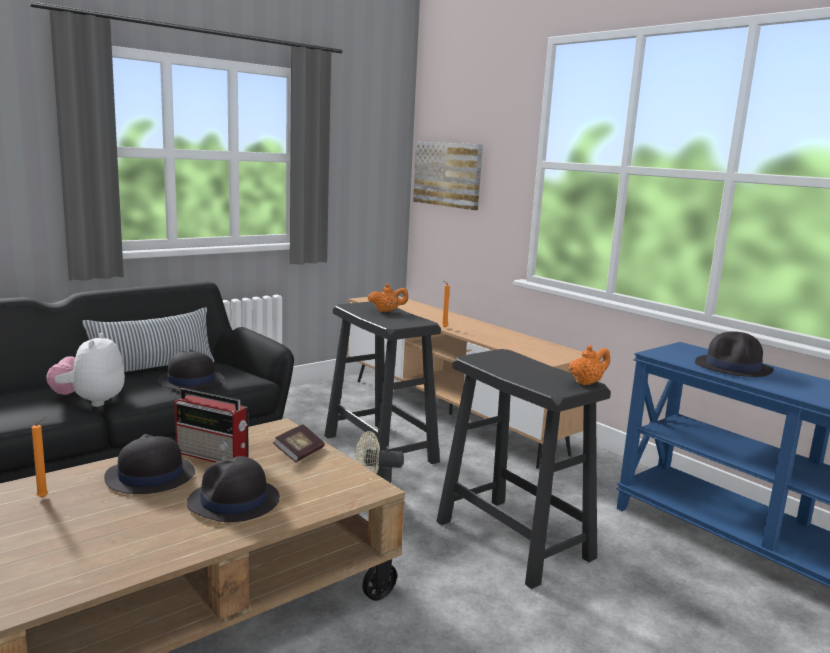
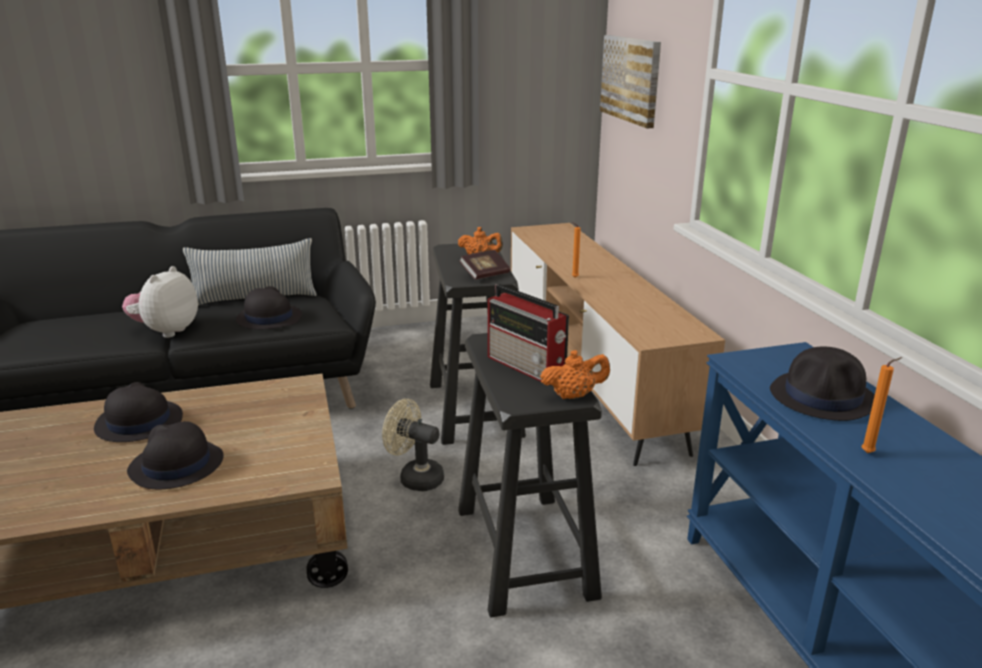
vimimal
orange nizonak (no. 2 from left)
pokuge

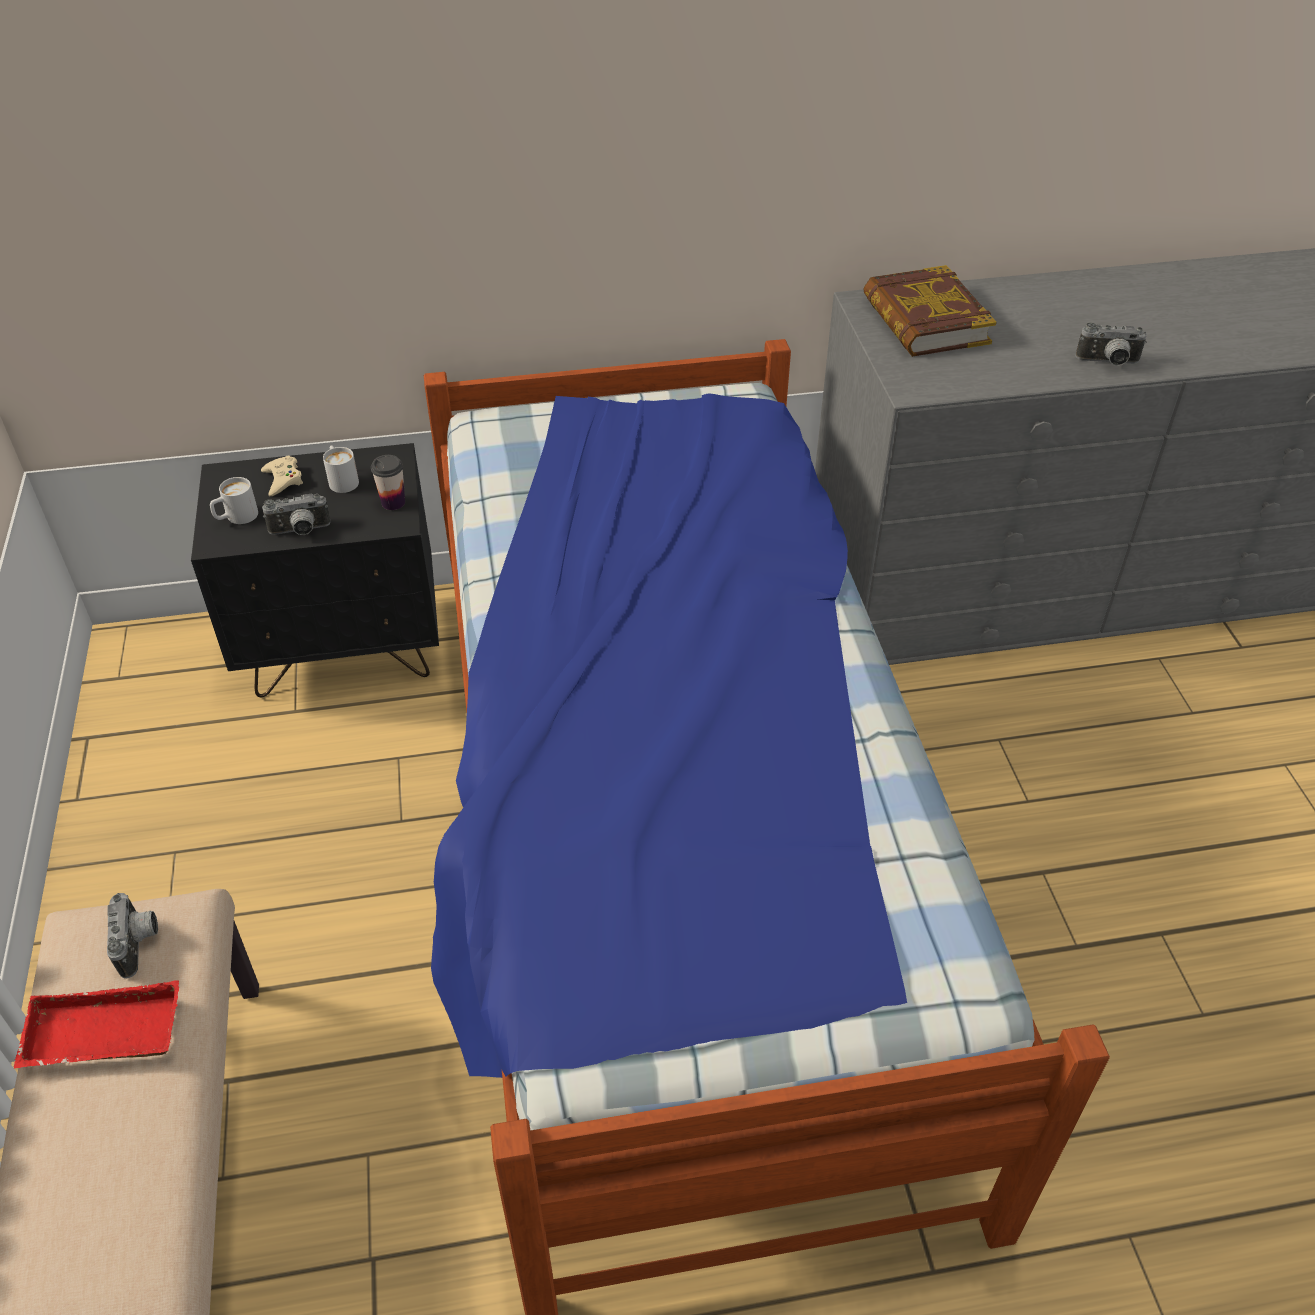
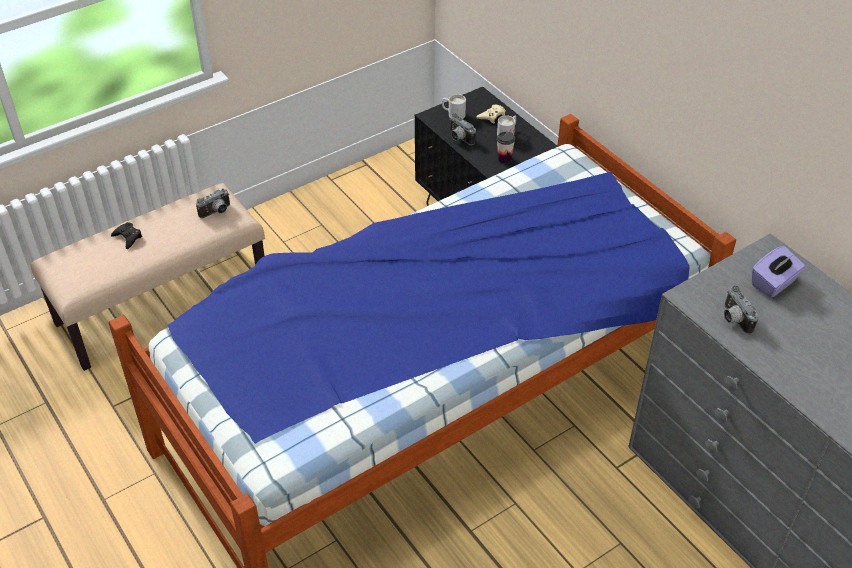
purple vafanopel
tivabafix (no. 3 from left)
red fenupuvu
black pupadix

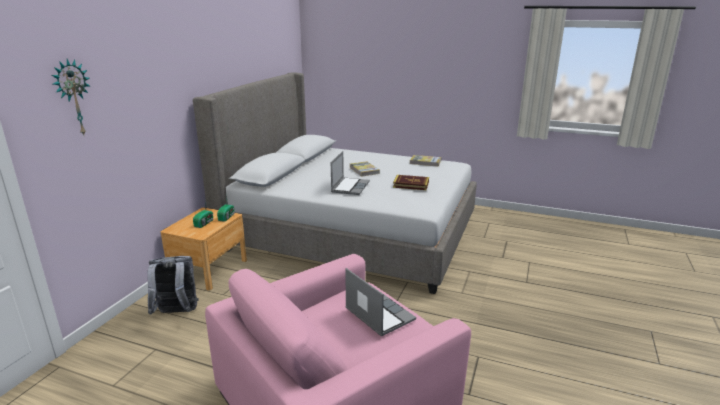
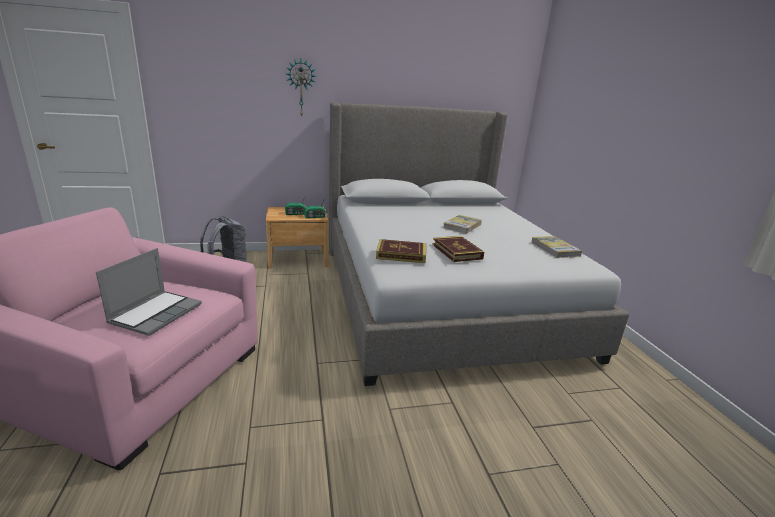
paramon
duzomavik (no. 1 from left in the first image)
pokuge (no. 1 from left)

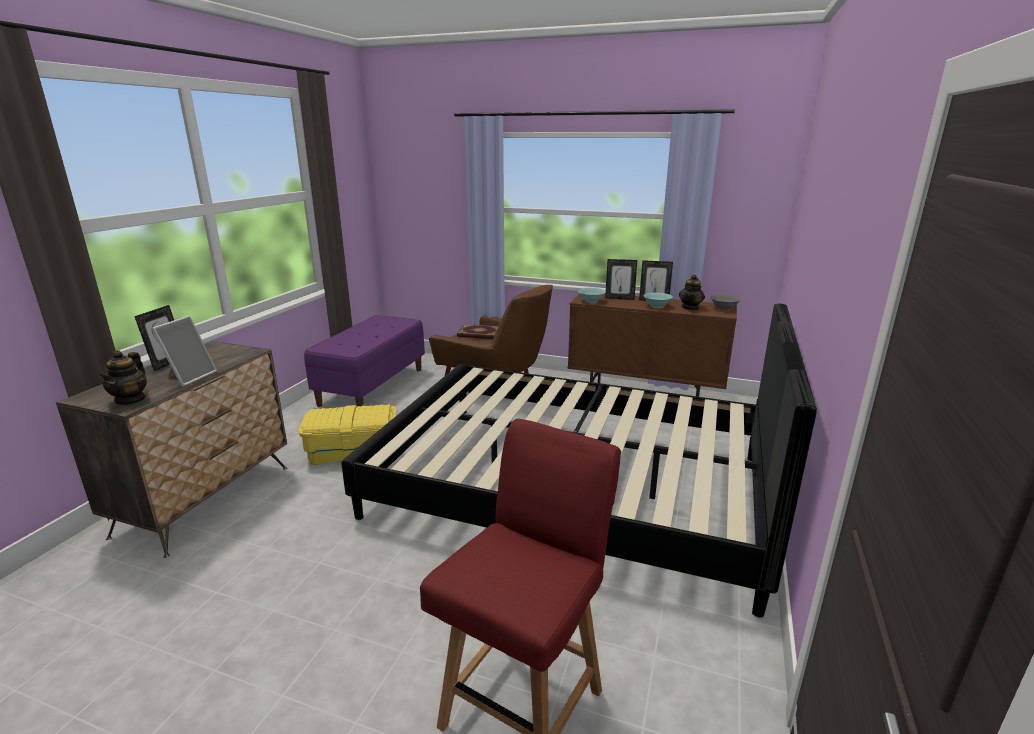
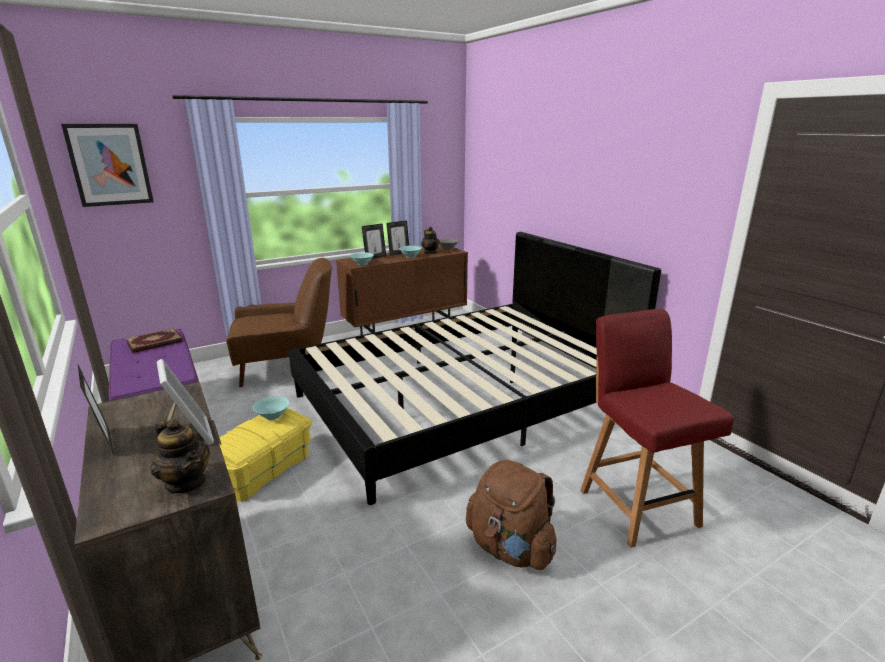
pokuge
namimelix
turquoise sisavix (no. 1 from left)
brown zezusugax

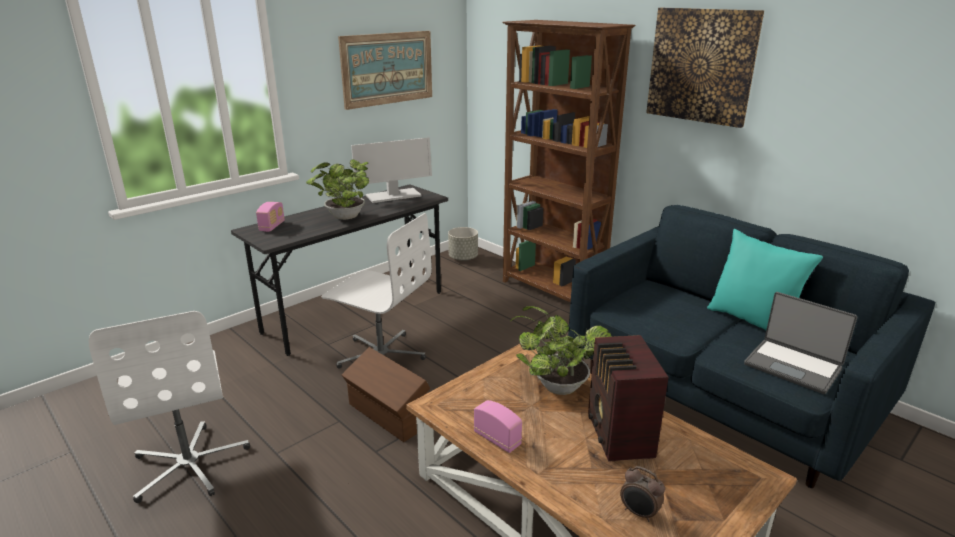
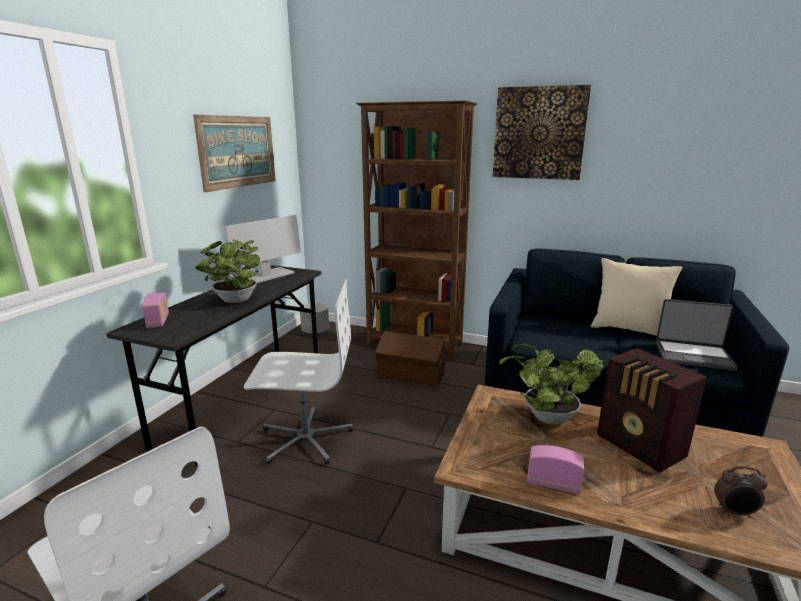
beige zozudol
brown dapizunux

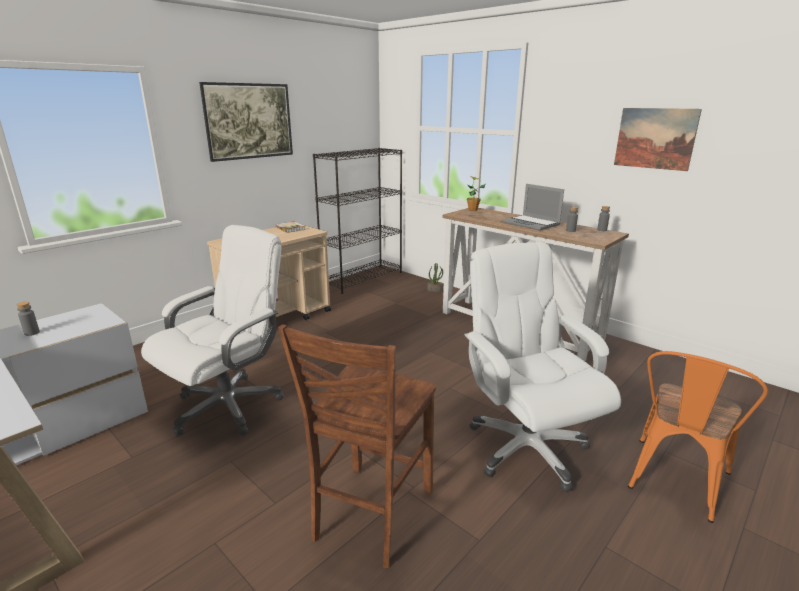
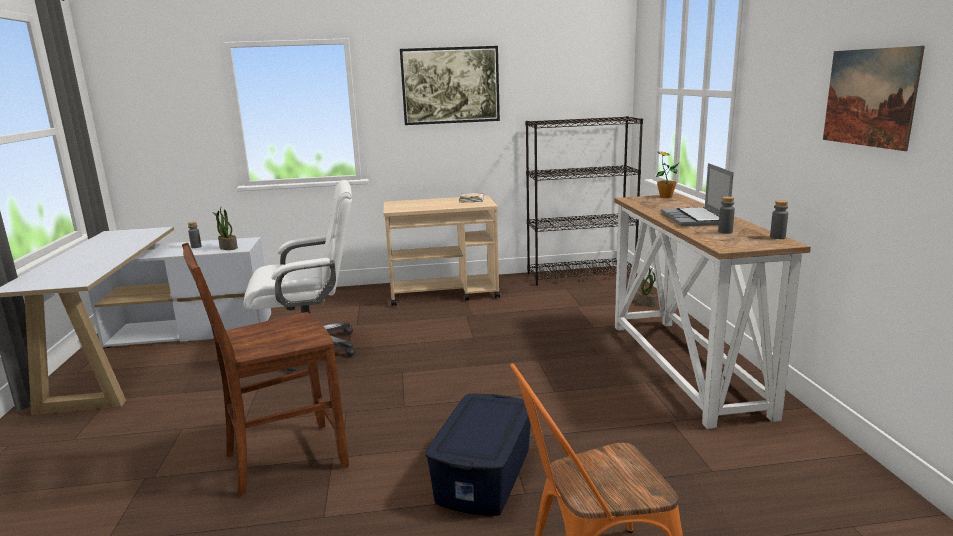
blue dapizunux
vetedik (no. 1 from left)

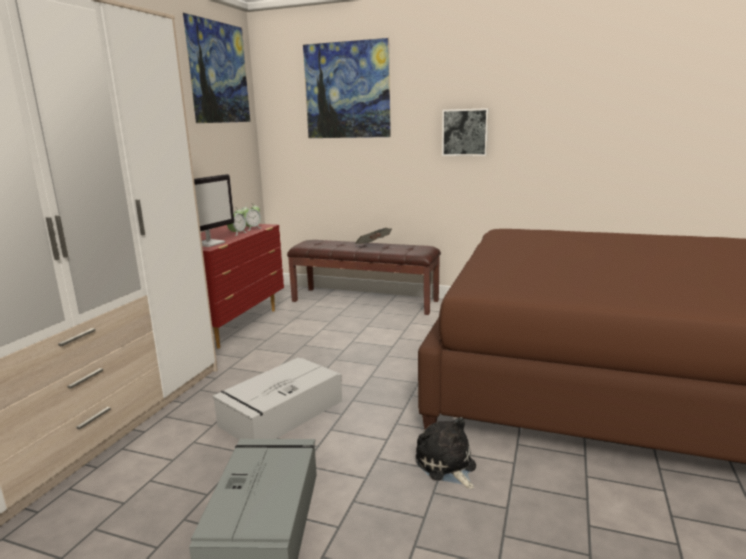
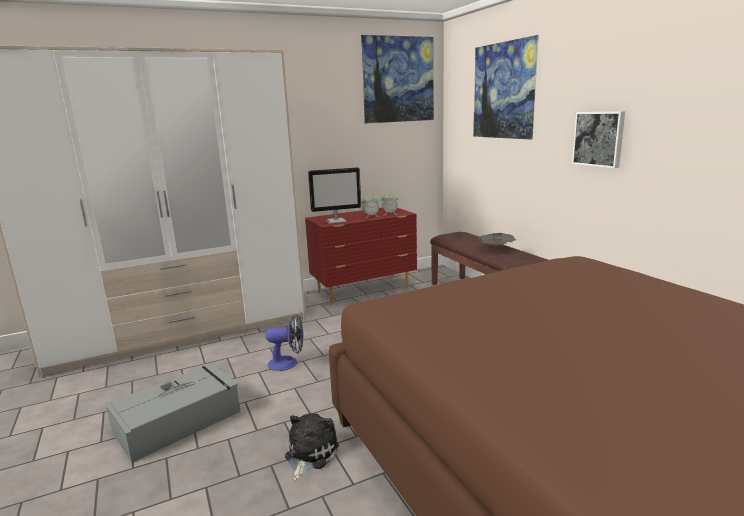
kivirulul

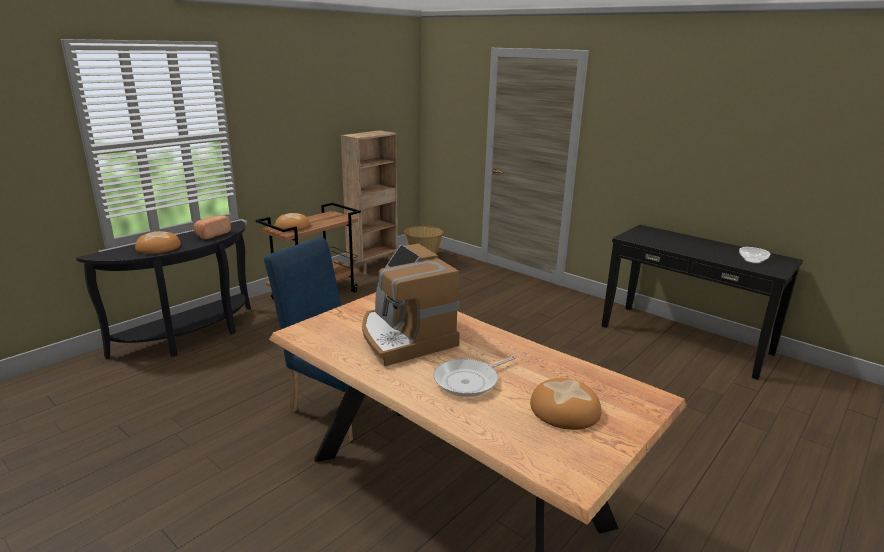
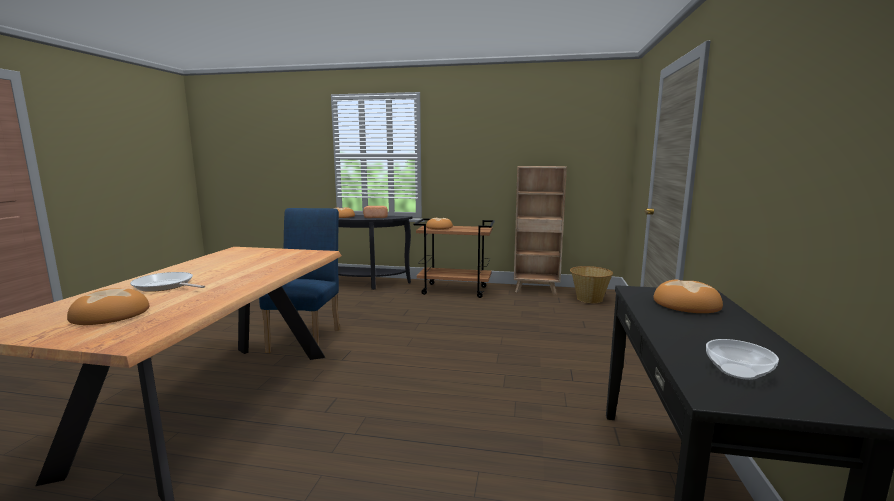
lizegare
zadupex (no. 5 from left)

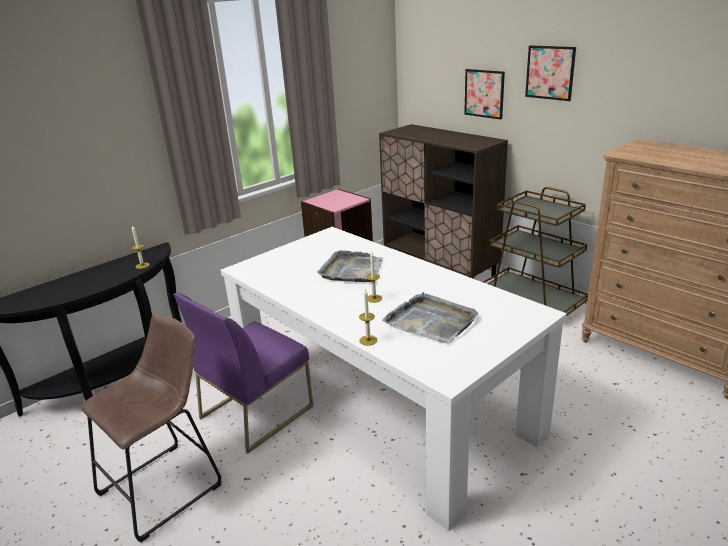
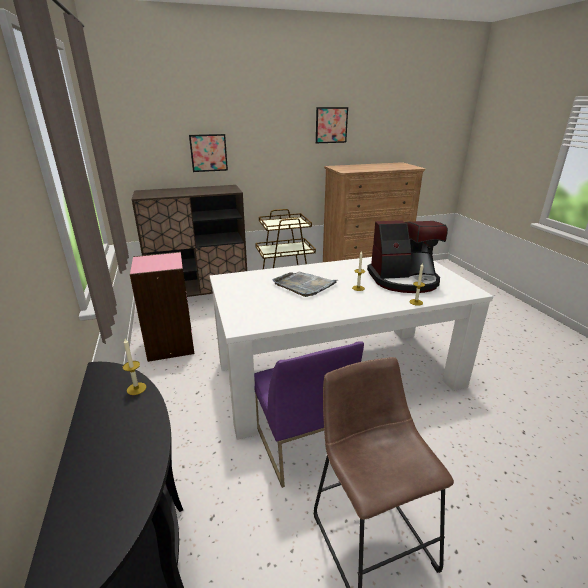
namimelix (no. 2 from left)
lizegare

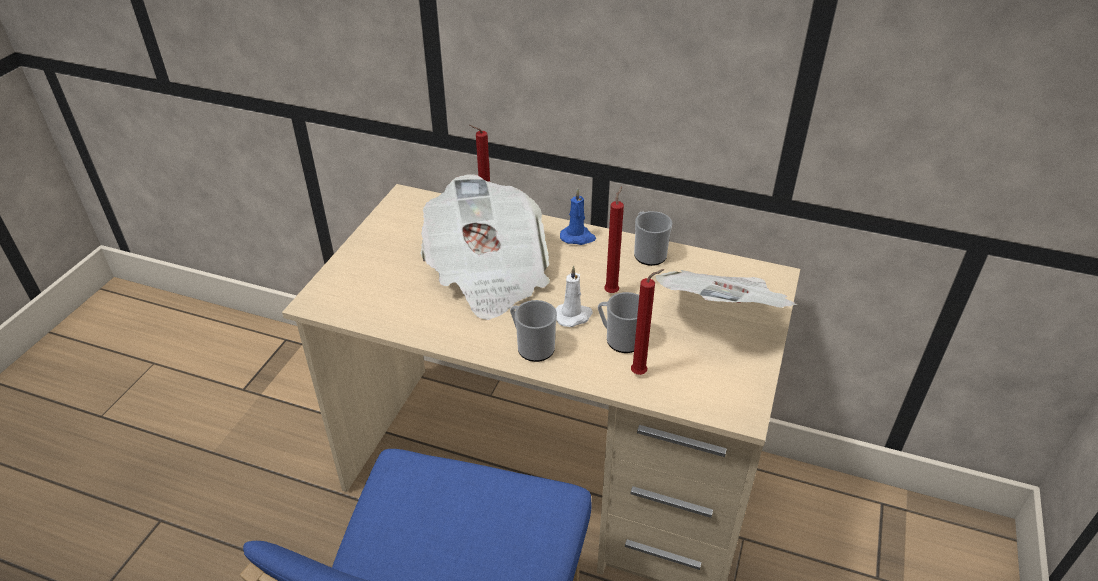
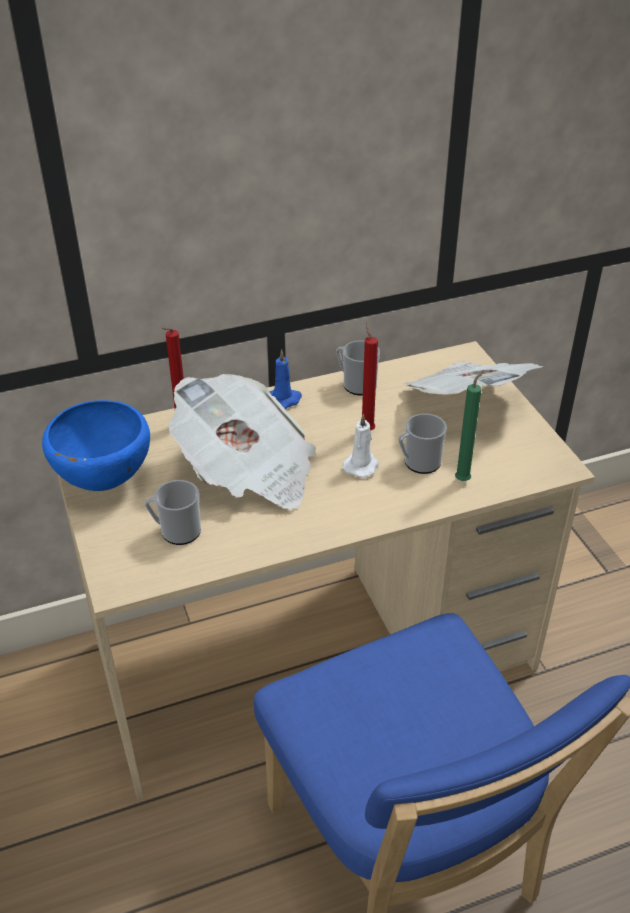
green nizonak
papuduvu (no. 1 from left)
blue sisavix

